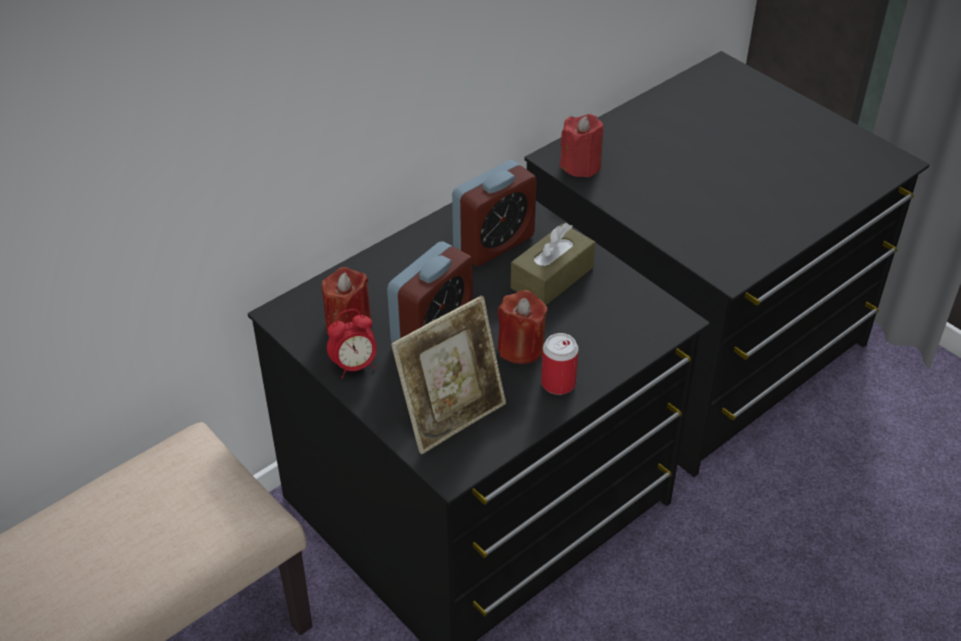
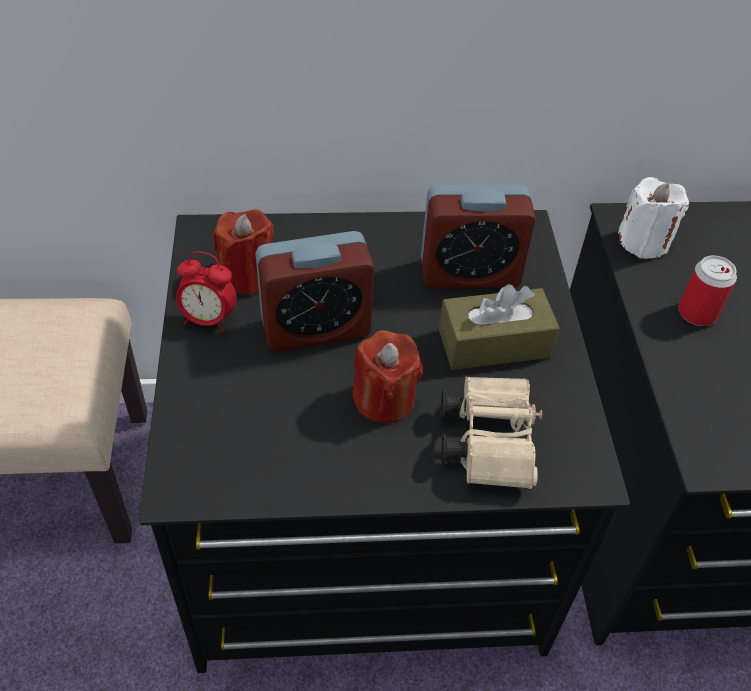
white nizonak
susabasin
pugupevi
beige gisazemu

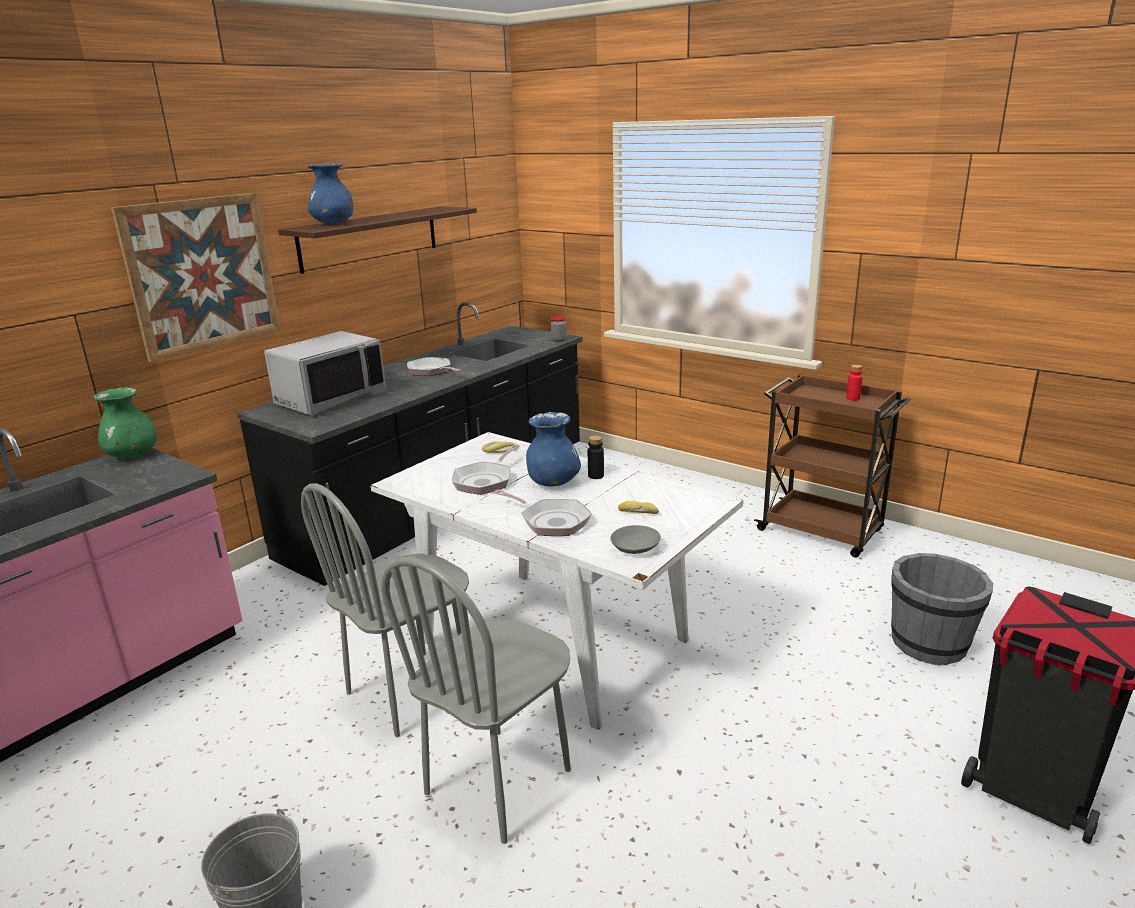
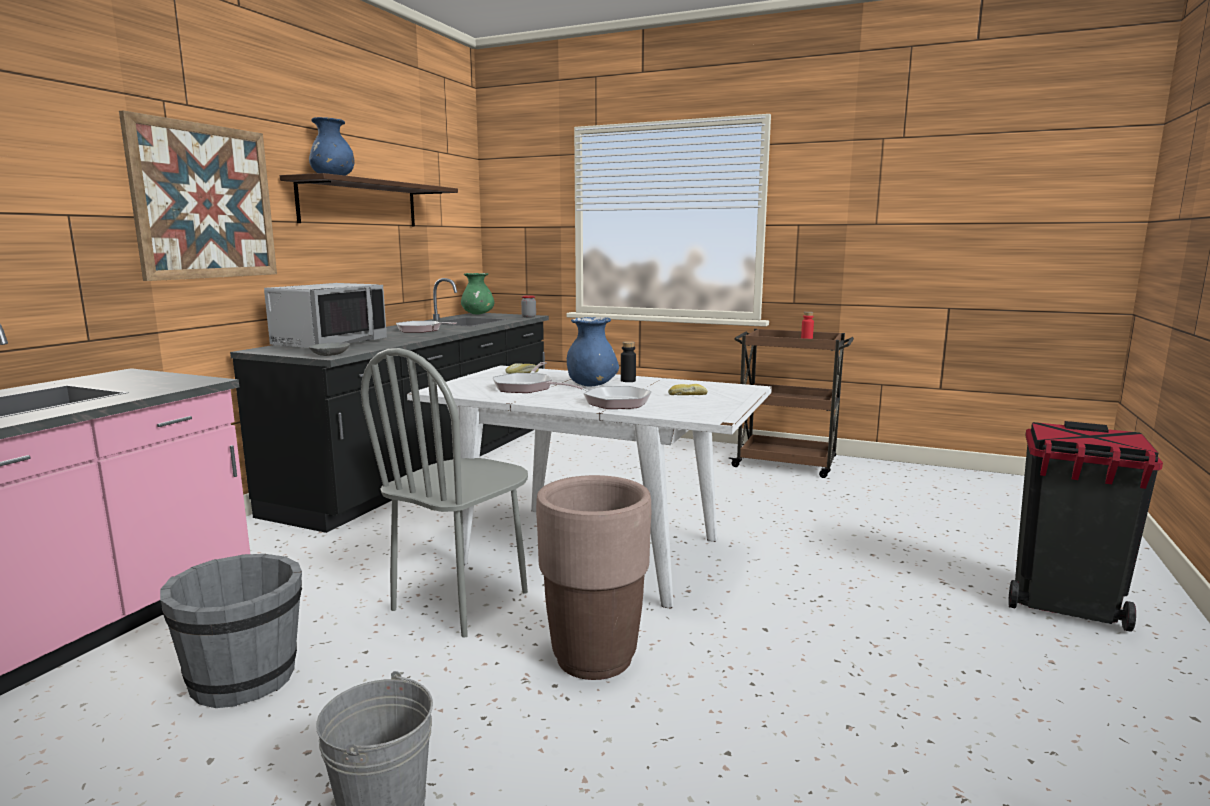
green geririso
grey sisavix
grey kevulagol (no. 1 from left)
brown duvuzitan

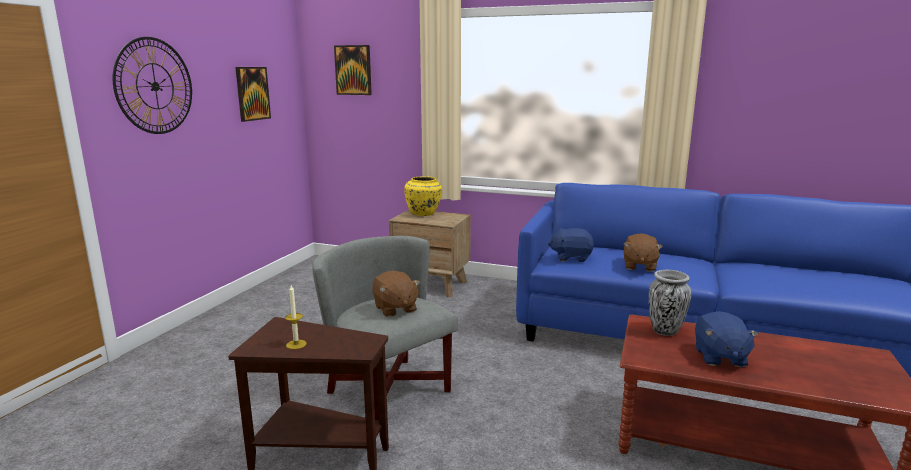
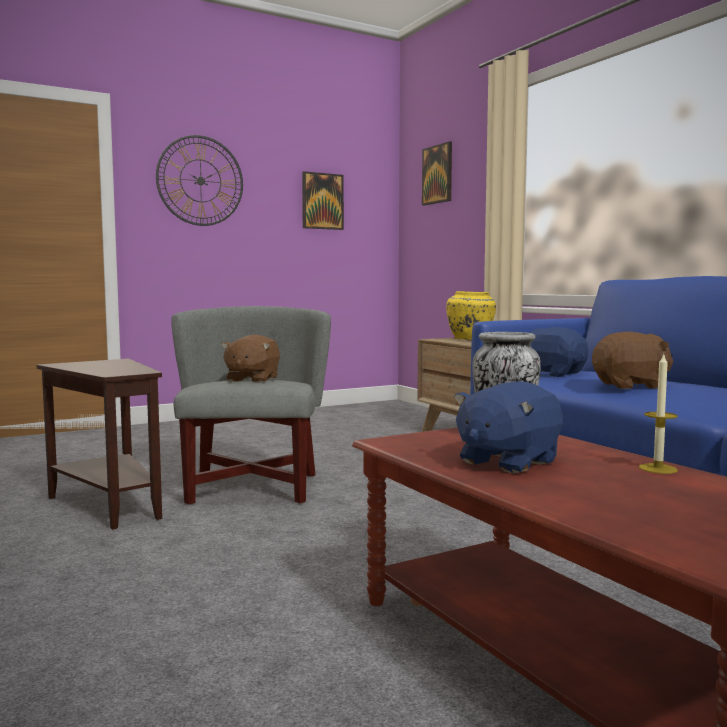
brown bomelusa (no. 2 from left)
nizonak

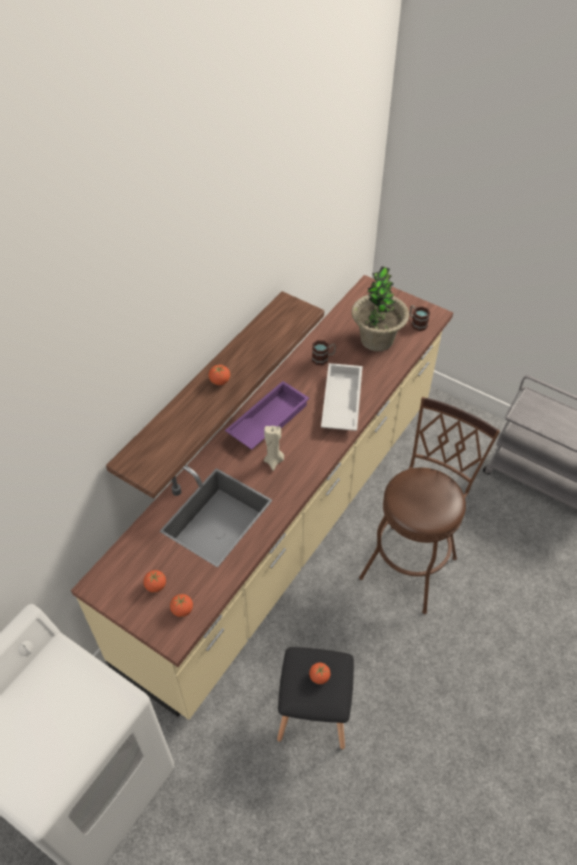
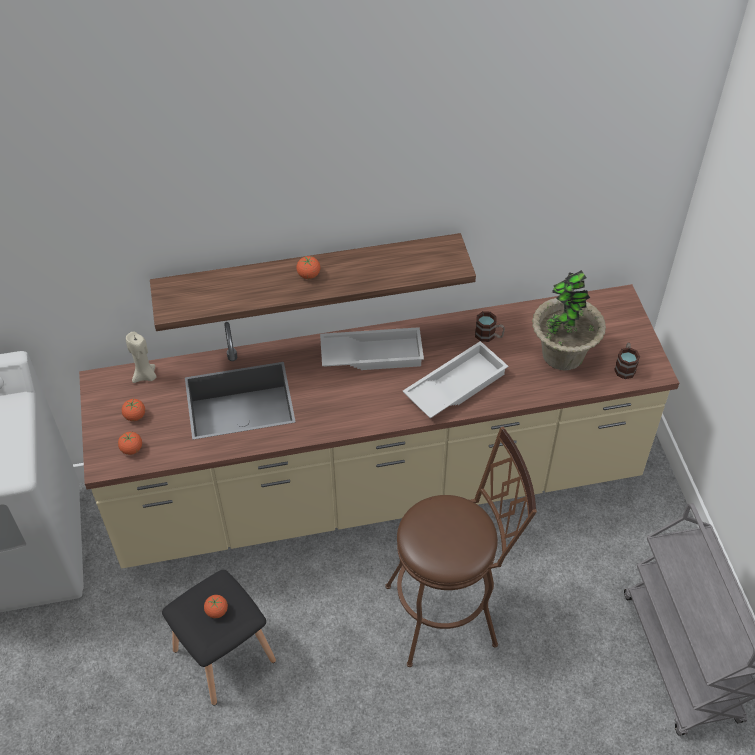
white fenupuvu (no. 1 from left)
beige nizonak

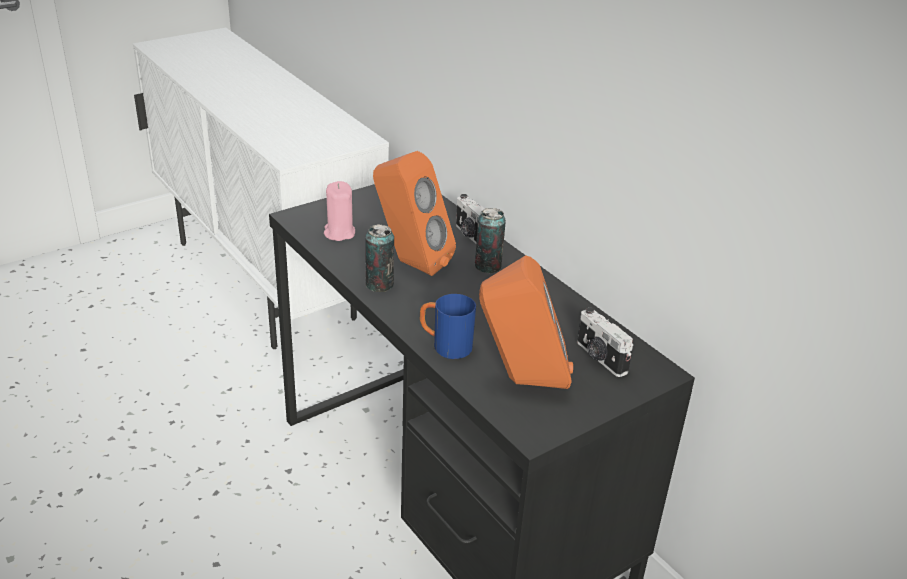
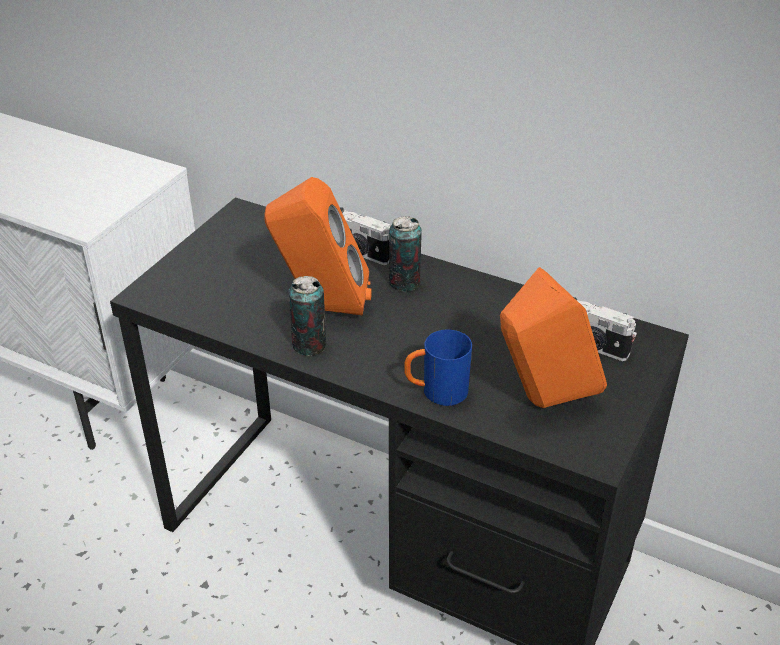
pink nizonak

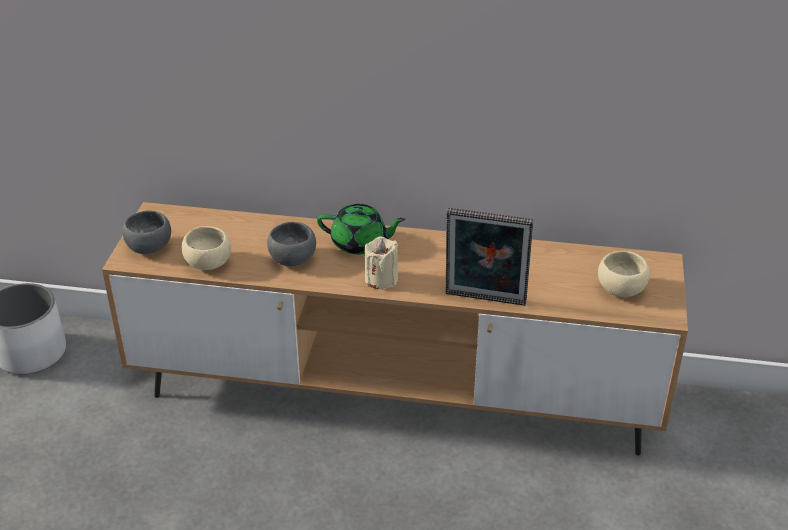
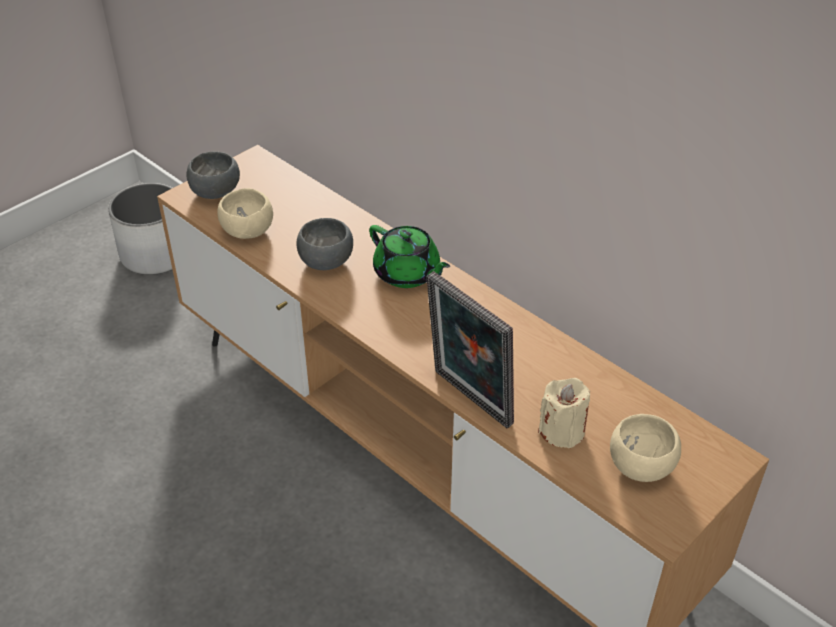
beige nizonak

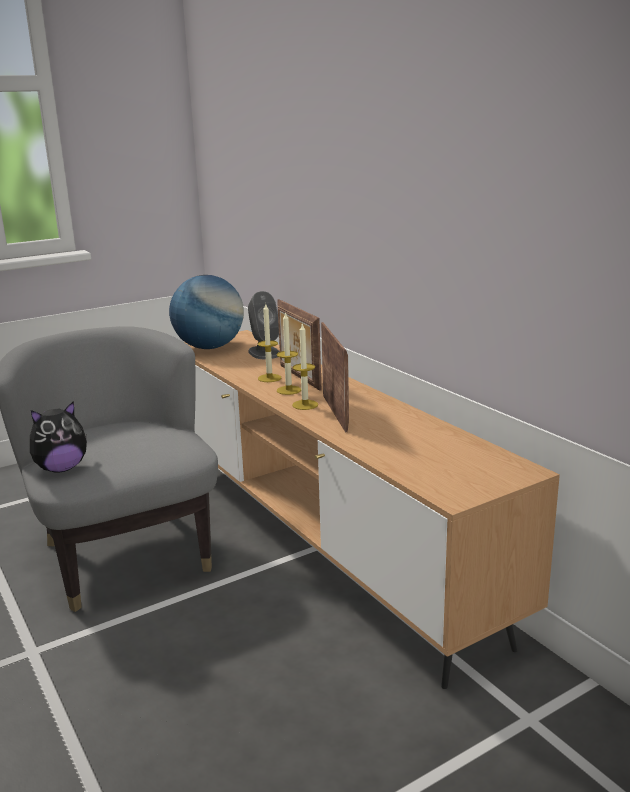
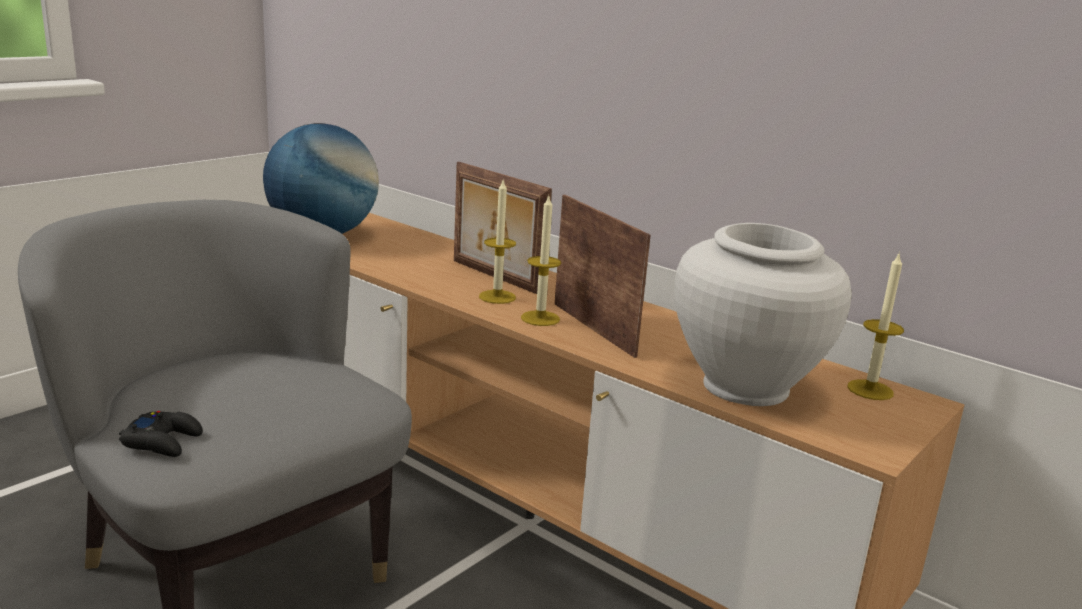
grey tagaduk
nizonak (no. 3 from left)
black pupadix
white geririso

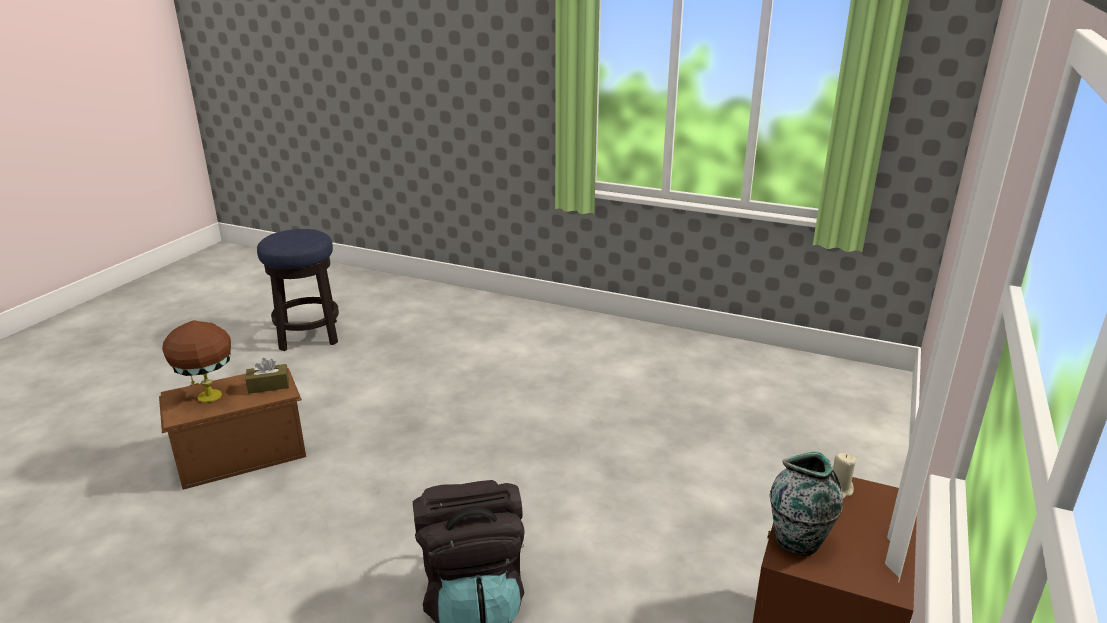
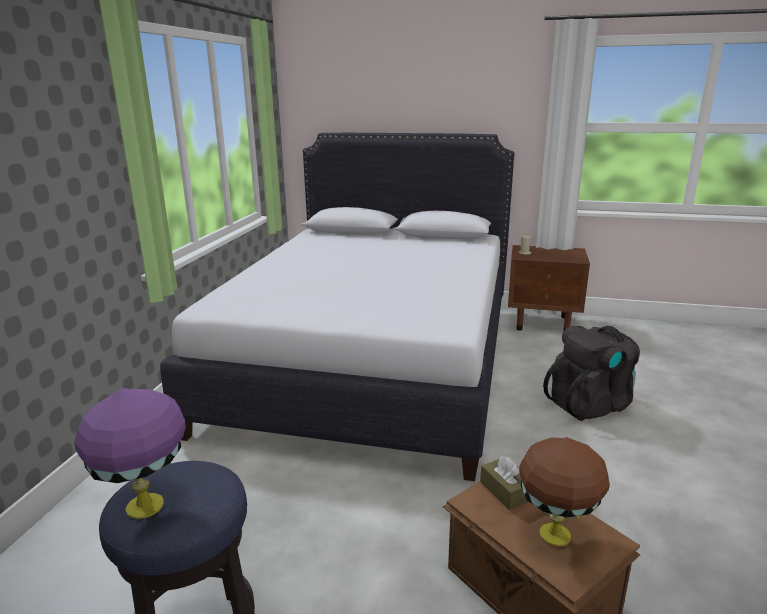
geririso
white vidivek
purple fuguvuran

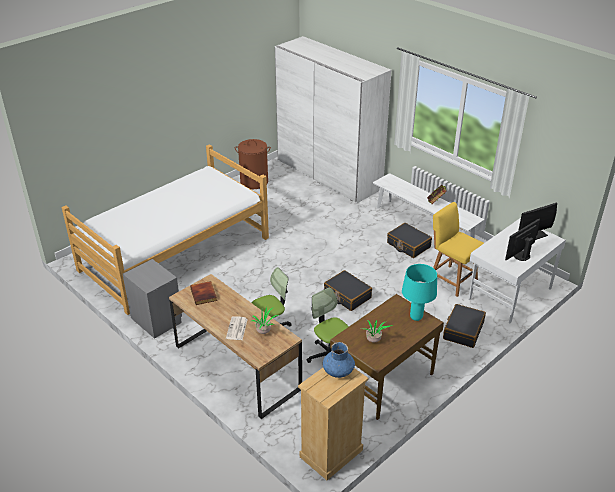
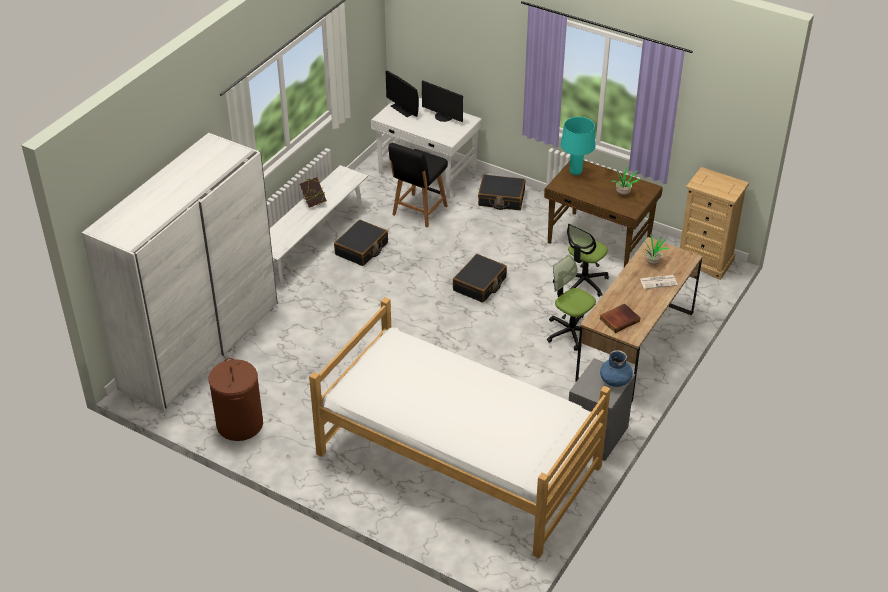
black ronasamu
blue geririso

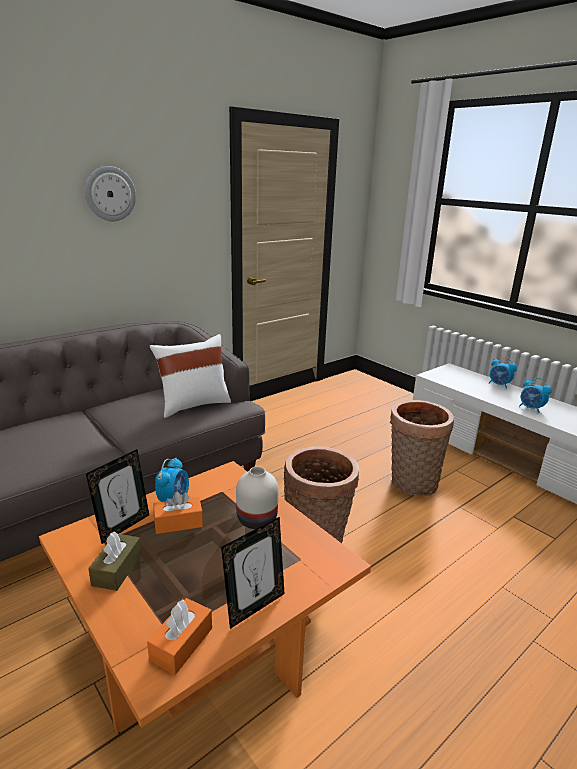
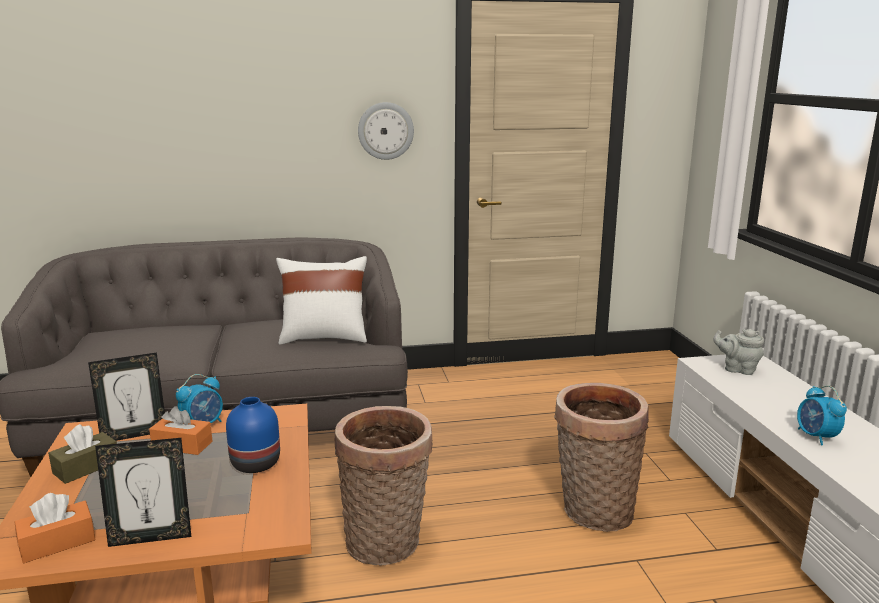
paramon
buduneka (no. 2 from left in the first image)
blue geririso
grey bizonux

